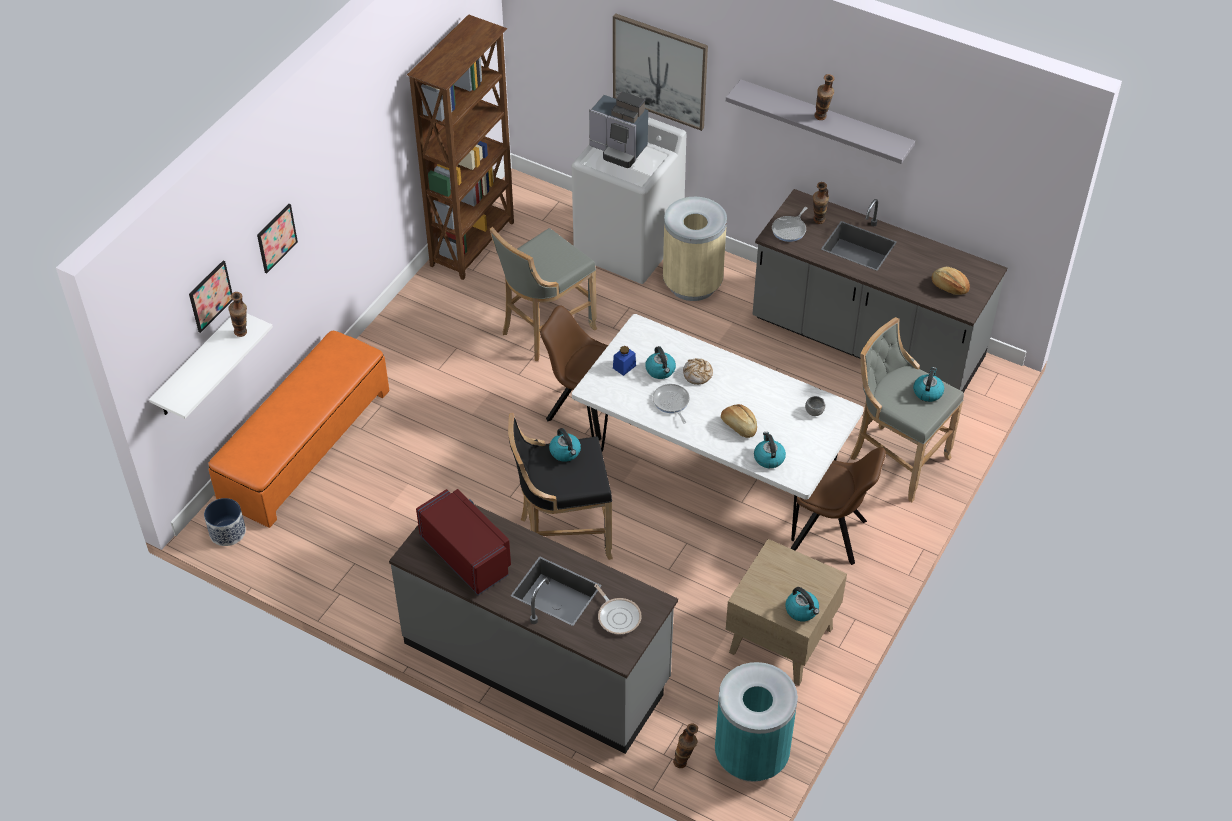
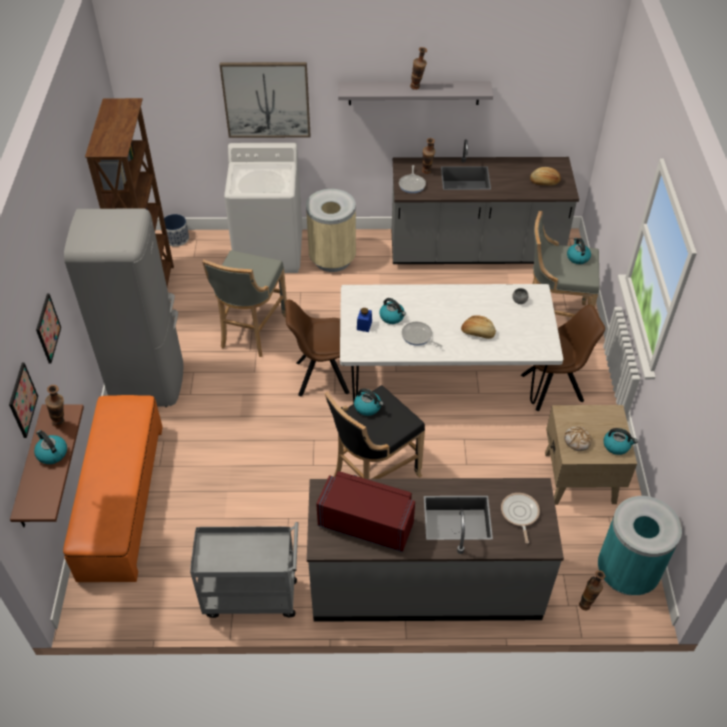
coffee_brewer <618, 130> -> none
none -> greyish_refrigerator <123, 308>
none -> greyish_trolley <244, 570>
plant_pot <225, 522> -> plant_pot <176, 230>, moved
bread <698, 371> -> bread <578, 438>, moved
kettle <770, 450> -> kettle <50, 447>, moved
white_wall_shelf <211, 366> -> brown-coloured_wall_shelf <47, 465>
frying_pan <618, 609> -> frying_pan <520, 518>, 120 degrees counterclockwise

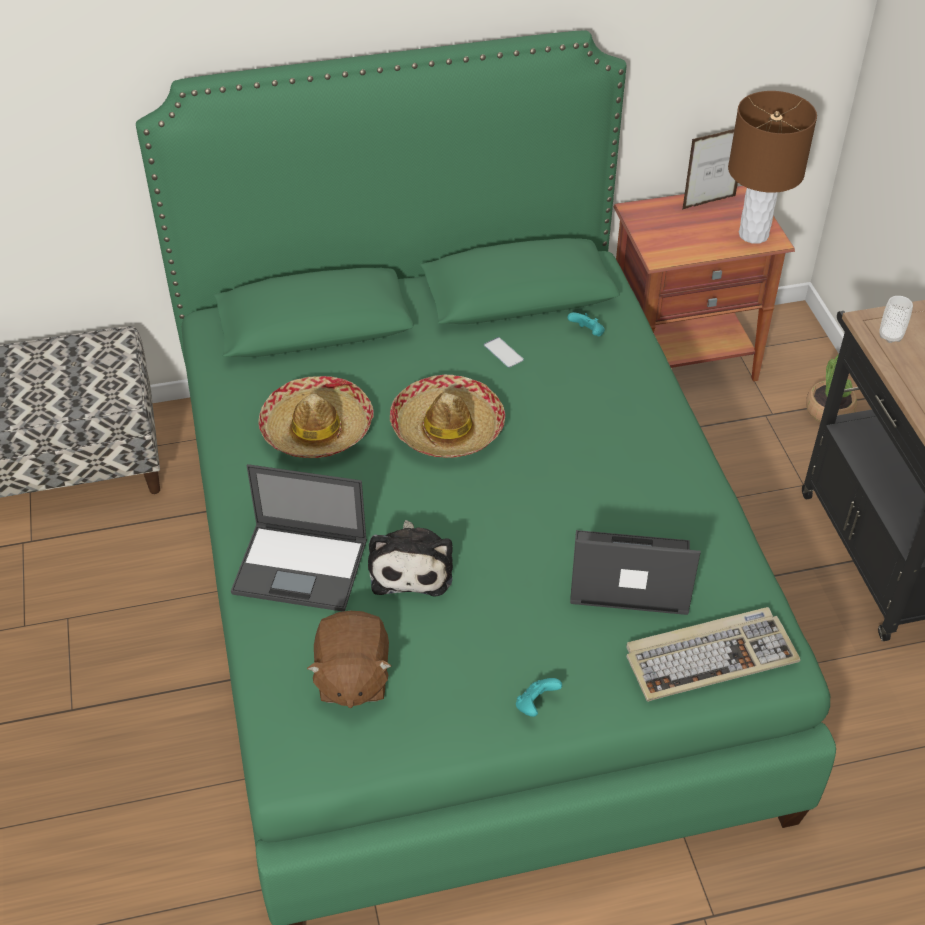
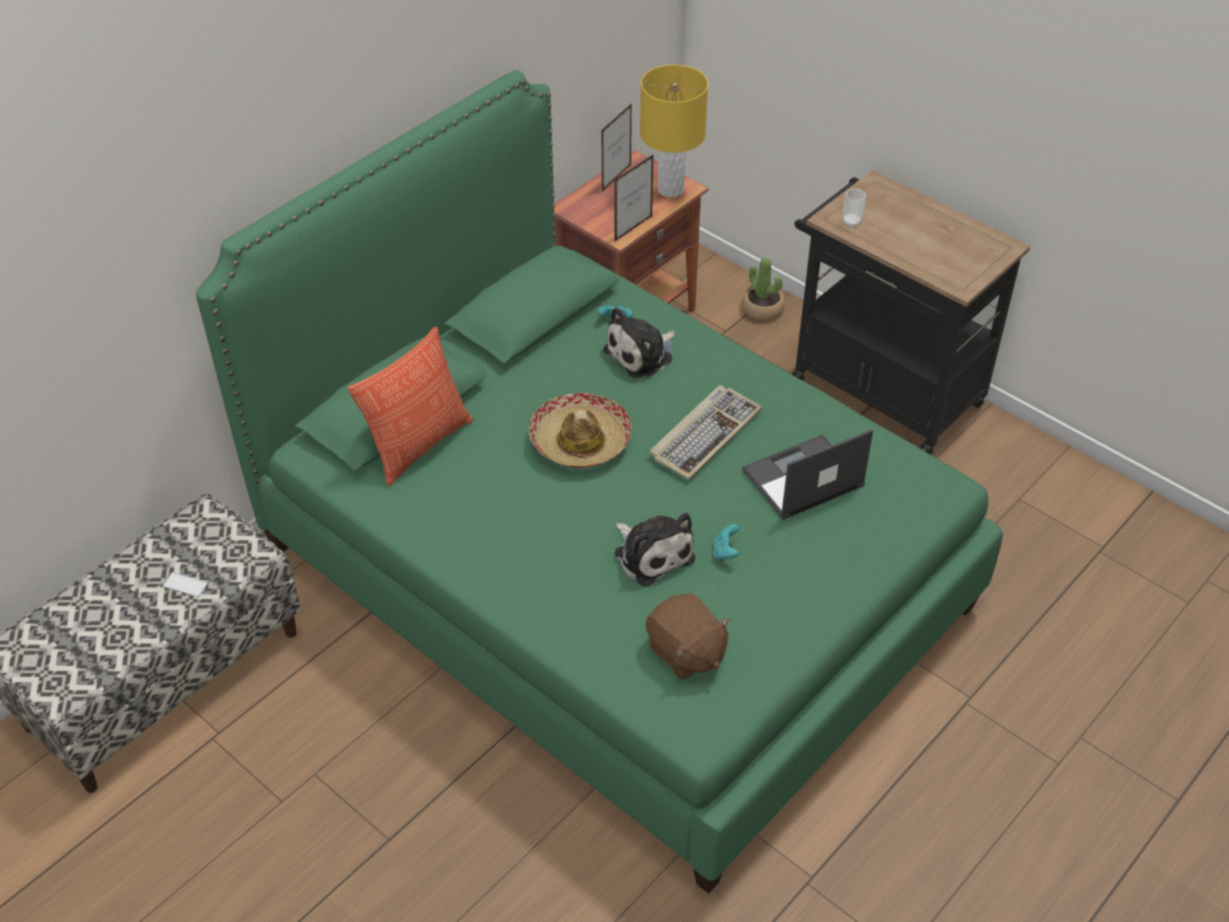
notebook_computer <299, 538> -> none
clothing_hat <316, 417> -> none
none -> orange_pillow <410, 406>
none -> cuddly_toy <639, 342>
none -> picture_frame <634, 198>
telephone <504, 352> -> telephone <185, 584>, moved
turquoise_gamepad <539, 697> -> turquoise_gamepad <726, 542>, moved
keyboard <713, 654> -> keyboard <706, 432>, moved
brown-coloured_lamp_for_a_table <772, 167> -> yellow-coloured_lamp_for_a_table <674, 131>

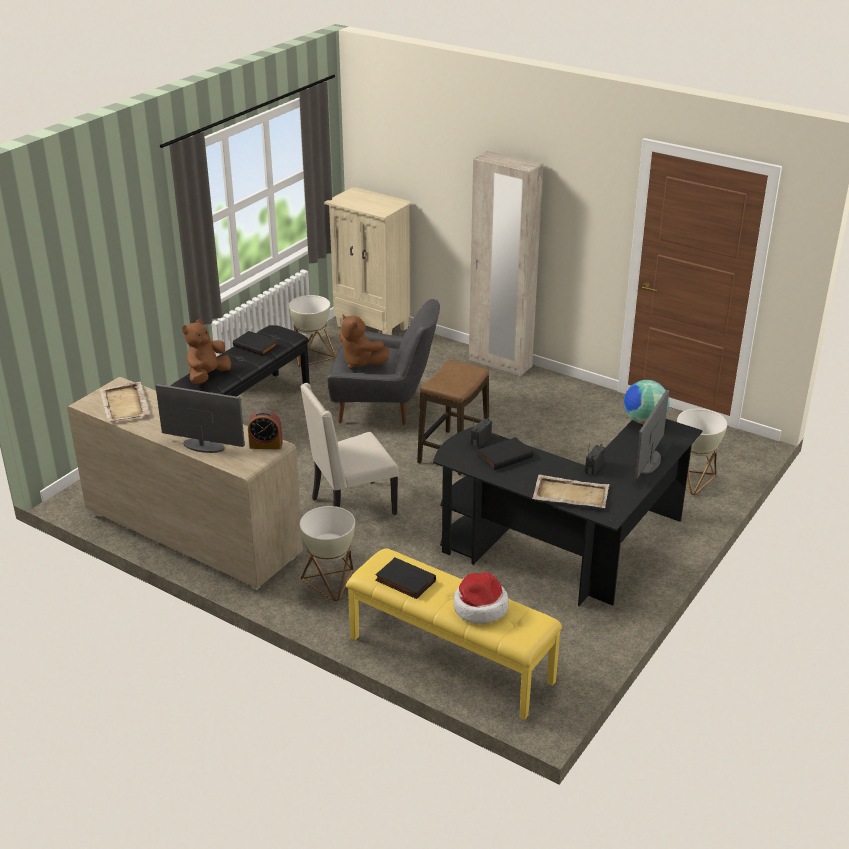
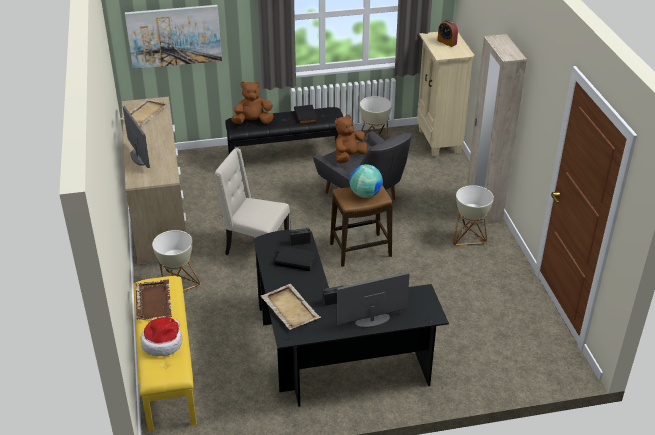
none -> picture <173, 37>
table_clock <265, 429> -> table_clock <447, 33>, moved
globe <646, 402> -> globe <366, 181>, moved
plant_pot <702, 452> -> plant_pot <473, 215>, moved
black-coloured_bound_book <405, 578> -> brown-coloured_serving_tray <154, 299>
brown-coloured_cuddly_toy <364, 342> -> brown-coloured_cuddly_toy <351, 139>, 45 degrees clockwise

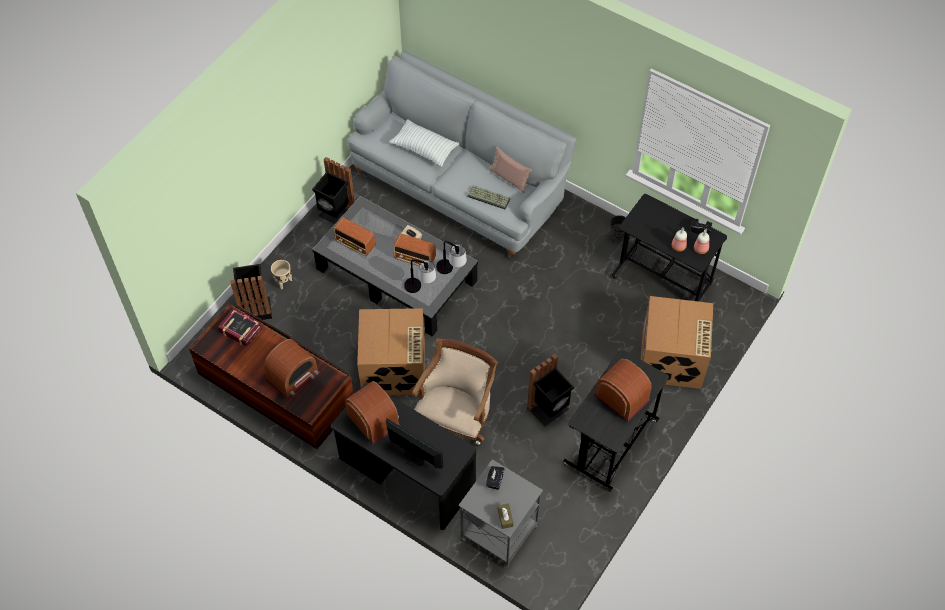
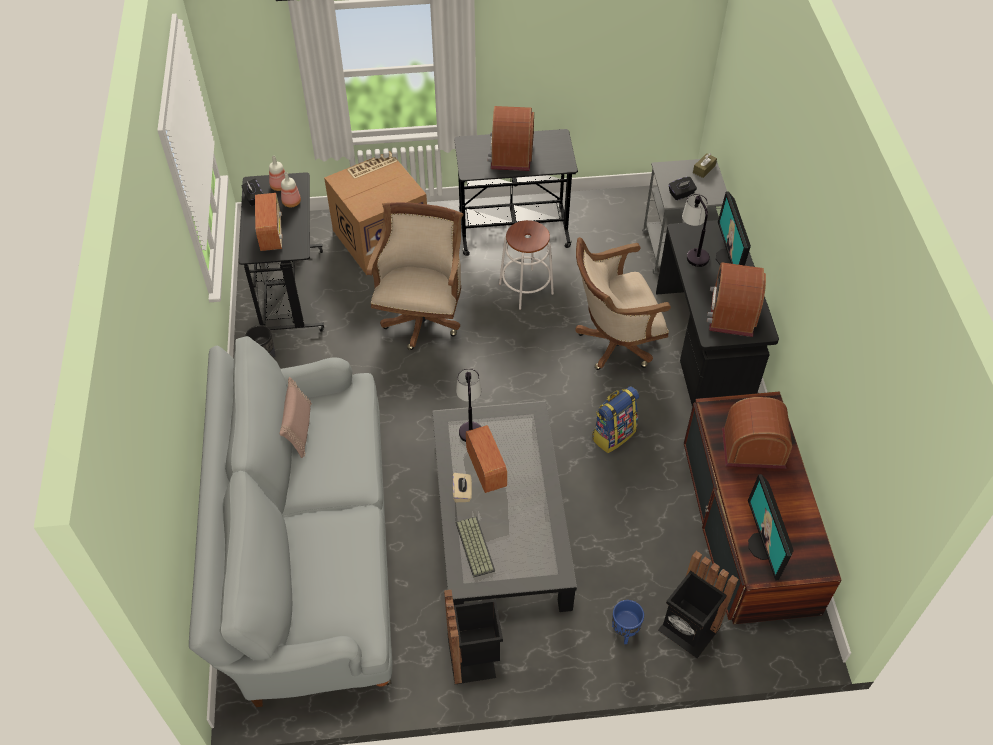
pillow <424, 143> -> none
none -> office_chair <415, 276>
radio <354, 236> -> radio <269, 222>, moved
lamp_for_a_table <420, 276> -> lamp_for_a_table <696, 230>, moved
keyboard <489, 197> -> keyboard <475, 547>, moved
bound_book <240, 327> -> monitor <771, 527>
packing_box <391, 351> -> backpack <615, 419>
black-coloured_waste_bin <550, 390> -> white_sitting_stool <526, 265>
sand-coloured_plant_pot <281, 275> -> bluish_plant_pot <628, 622>

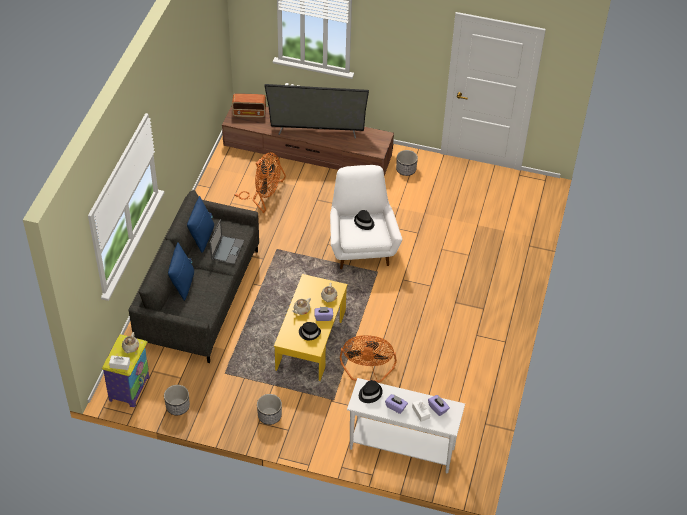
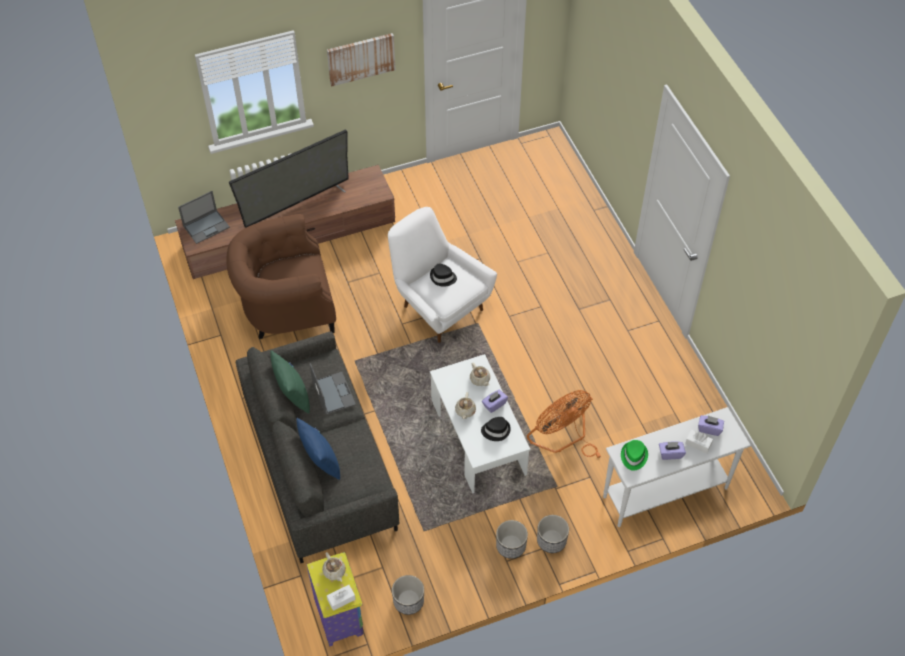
none -> picture <361, 60>
plant_pot <407, 163> -> plant_pot <553, 534>, moved
radio <249, 105> -> notebook_computer <204, 217>
orange_cooling_fan <260, 182> -> brown-coloured_armchair <281, 276>
bluish_pillow <200, 224> -> green_pillow <290, 382>
yellow-coloured_coffee_table <310, 327> -> white_coffee_table <480, 423>
black-coloured_clothing_hat <371, 391> -> green_clothing_hat <634, 455>

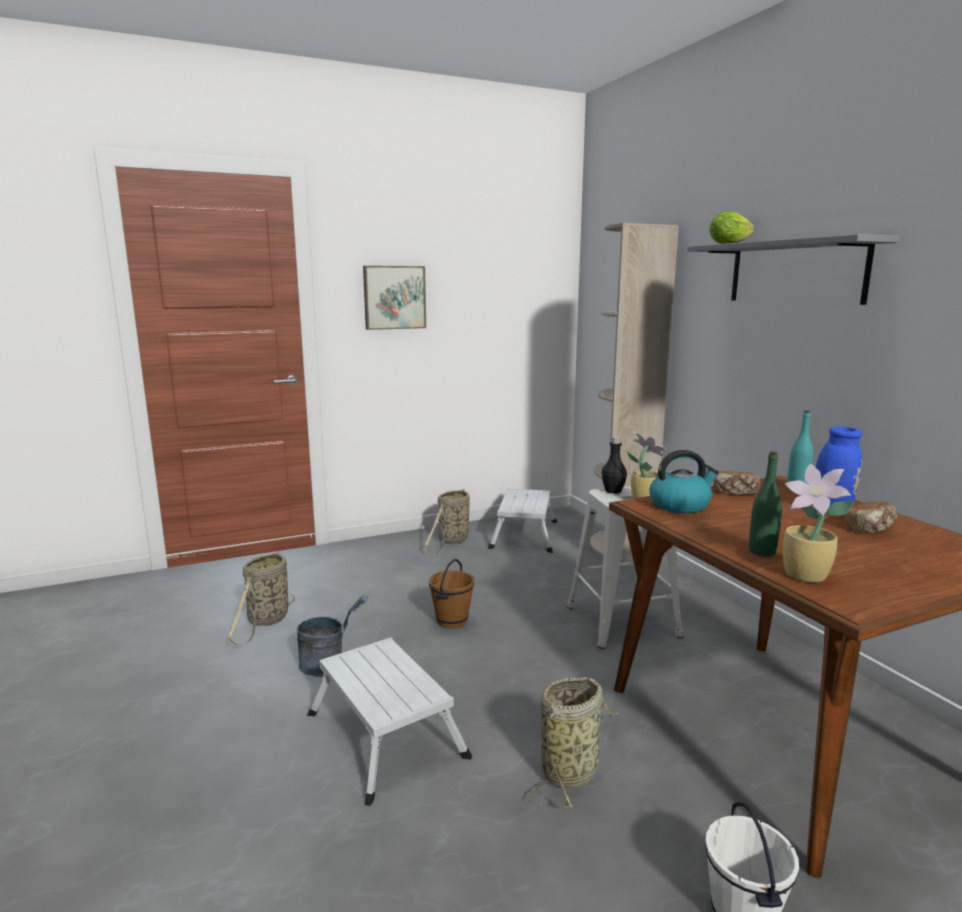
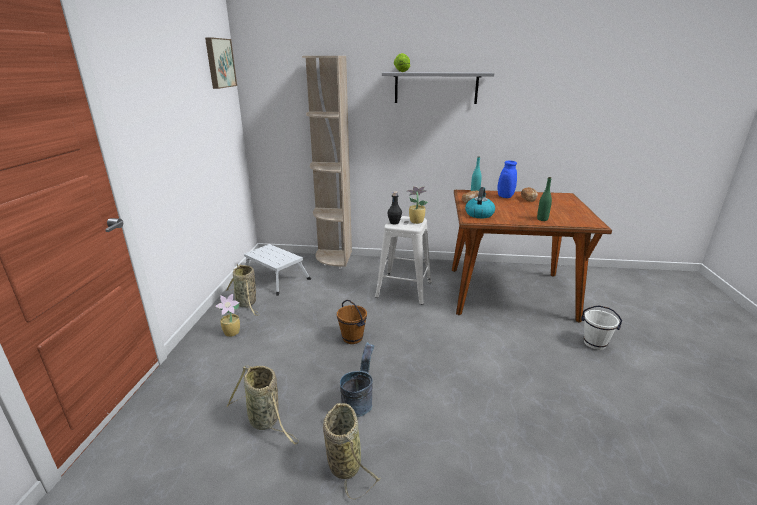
white_step_ladder <389, 722> -> none
picture <394, 298> -> picture <221, 63>, moved
storage_basket <573, 742> -> storage_basket <351, 451>, moved
plant_in_a_pot <818, 523> -> plant_in_a_pot <227, 315>, moved

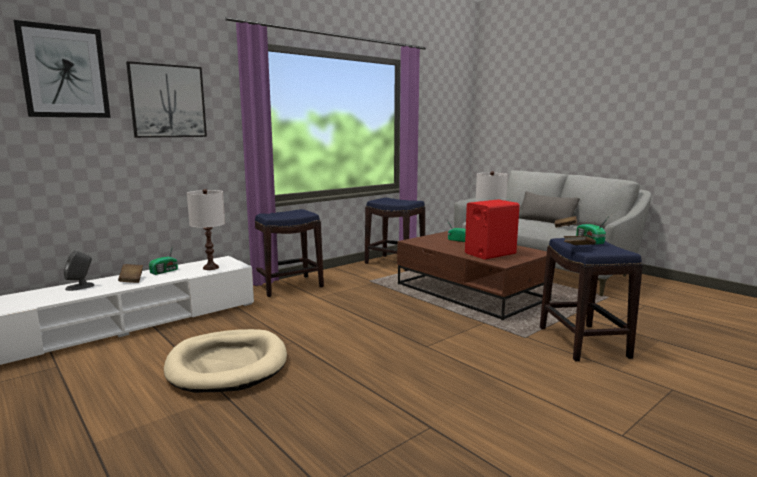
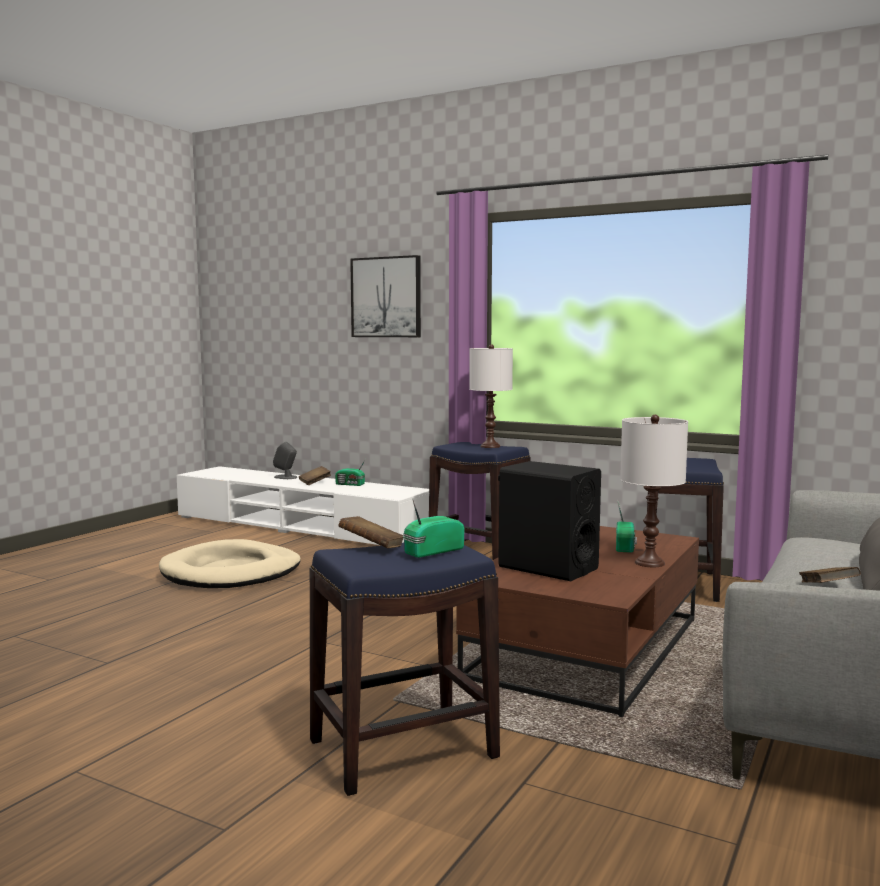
picture <62, 69> -> none
white_lamp_for_a_table <206, 229> -> white_lamp_for_a_table <491, 396>, moved
reddish_loudspeaker <492, 229> -> black-coloured_loudspeaker <549, 521>

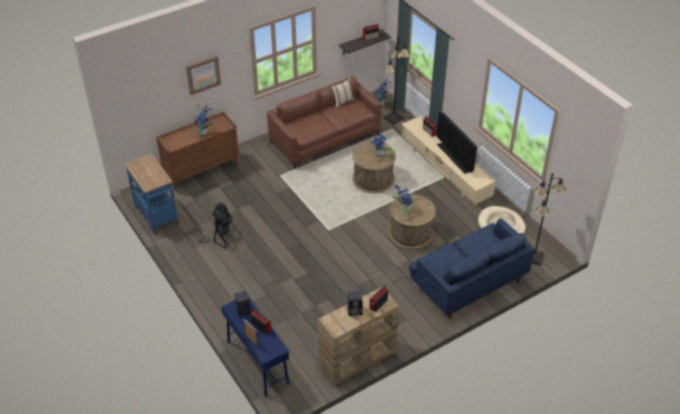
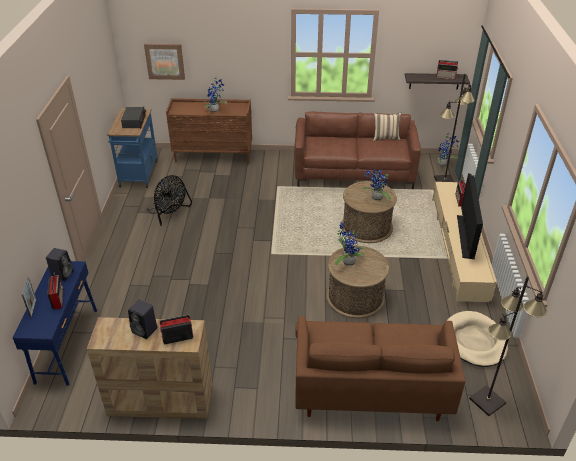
none -> radio <133, 117>
picture <203, 75> -> picture <164, 62>, moved
bluish_couch <472, 268> -> brown-coloured_couch <380, 368>

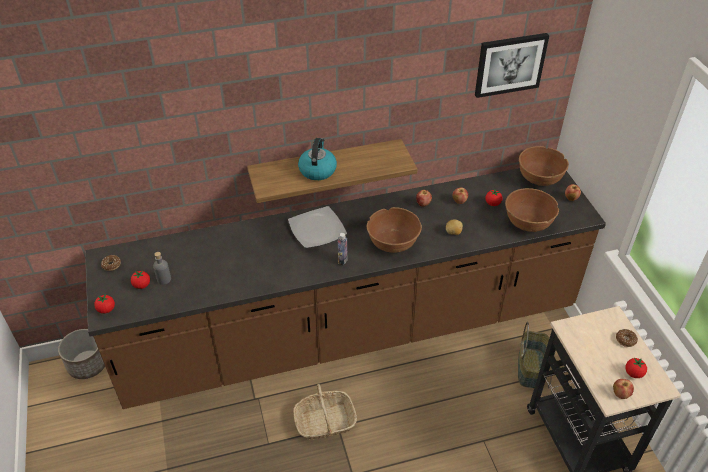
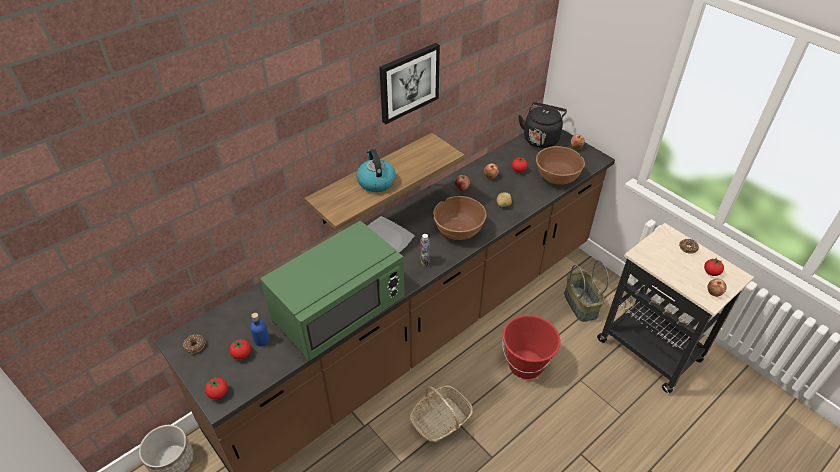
none -> green_kitchen_microwave <332, 290>
none -> reddish_bucket <531, 347>
picture <512, 65> -> picture <409, 83>, moved
brown-coloured_serving_bowl <544, 166> -> black-coloured_kettle <542, 125>
greyish_drink_bottle <162, 268> -> bluish_drink_bottle <259, 329>

